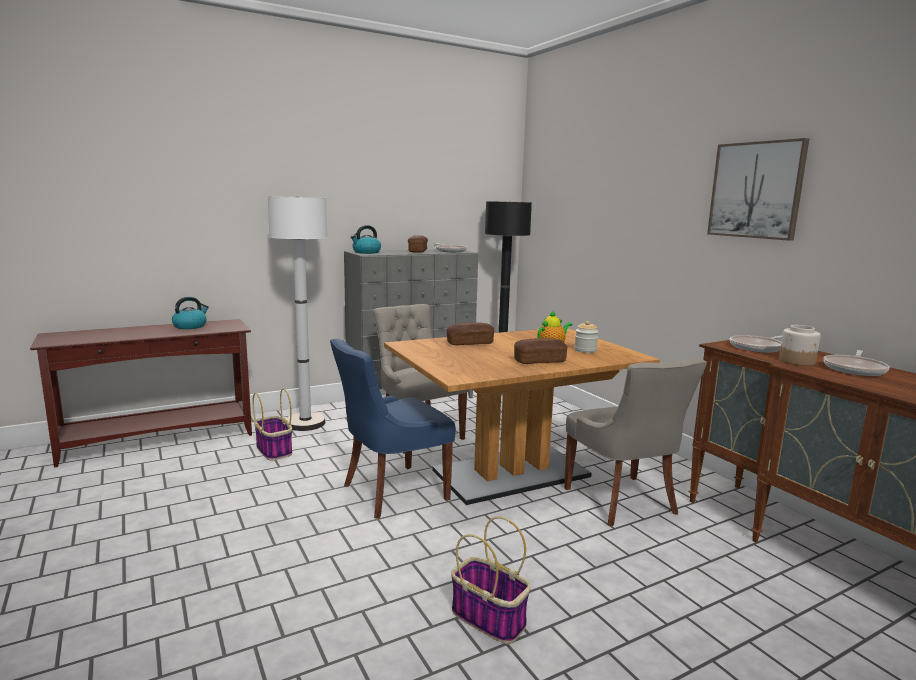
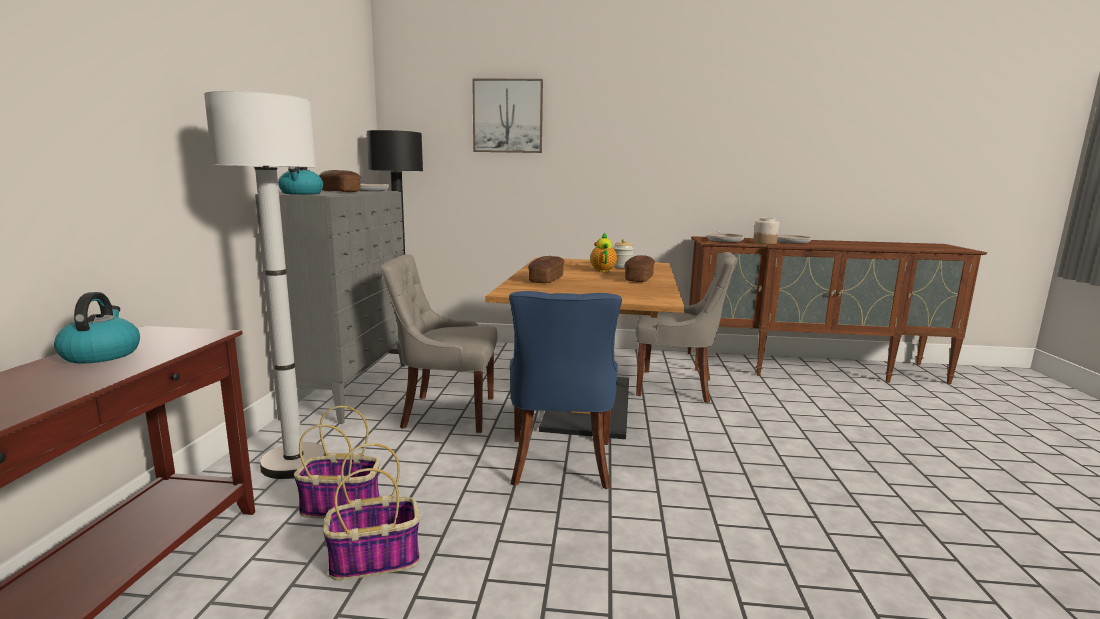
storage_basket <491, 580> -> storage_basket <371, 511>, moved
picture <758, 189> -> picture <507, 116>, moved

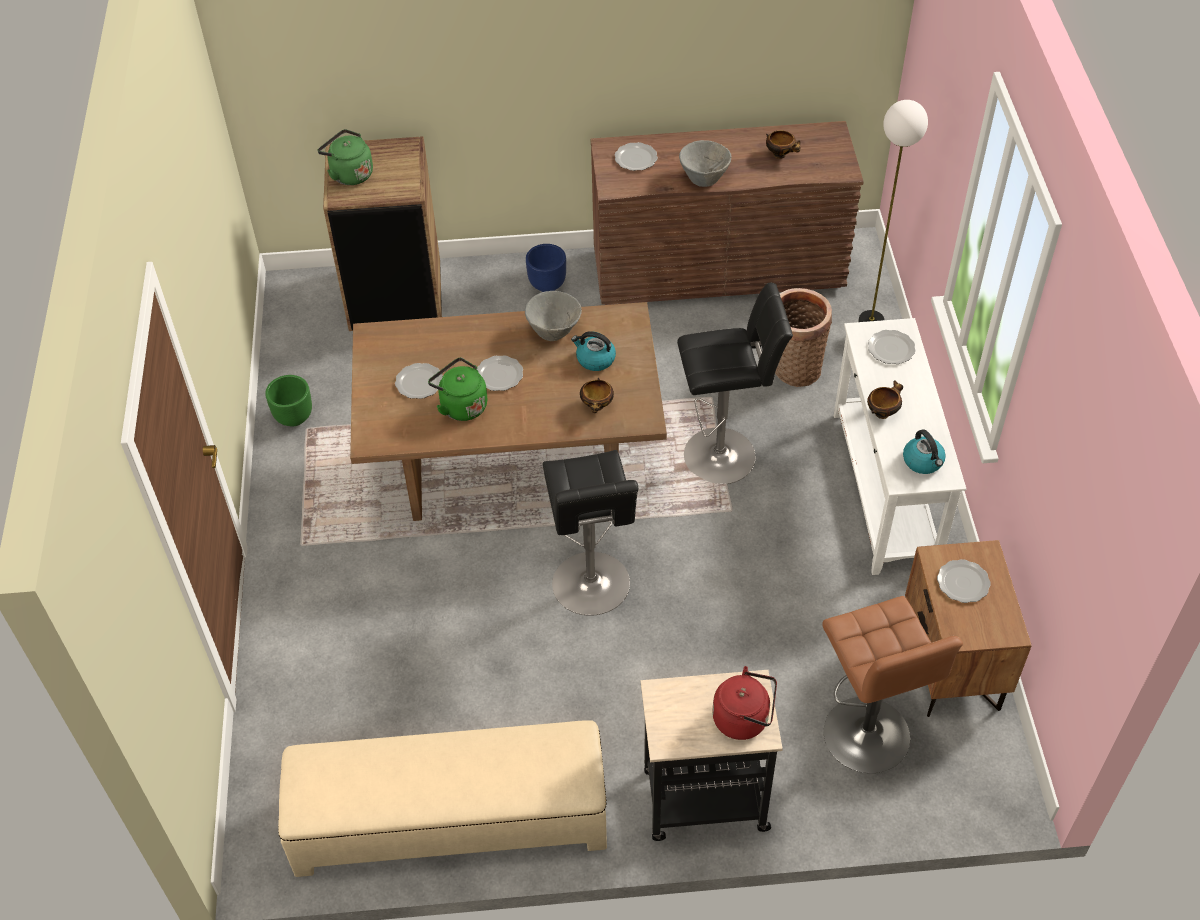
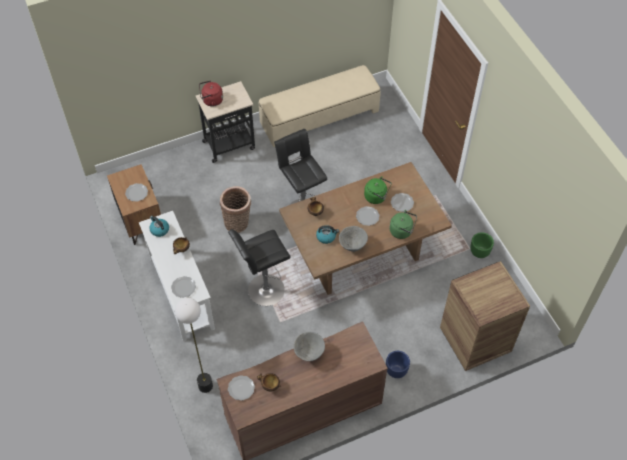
brown-coloured_sitting_stool <892, 684> -> none
green_kettle <345, 157> -> green_kettle <403, 224>, moved
flat_dish <636, 156> -> flat_dish <241, 388>, moved
storage_basket <803, 337> -> storage_basket <235, 209>, moved

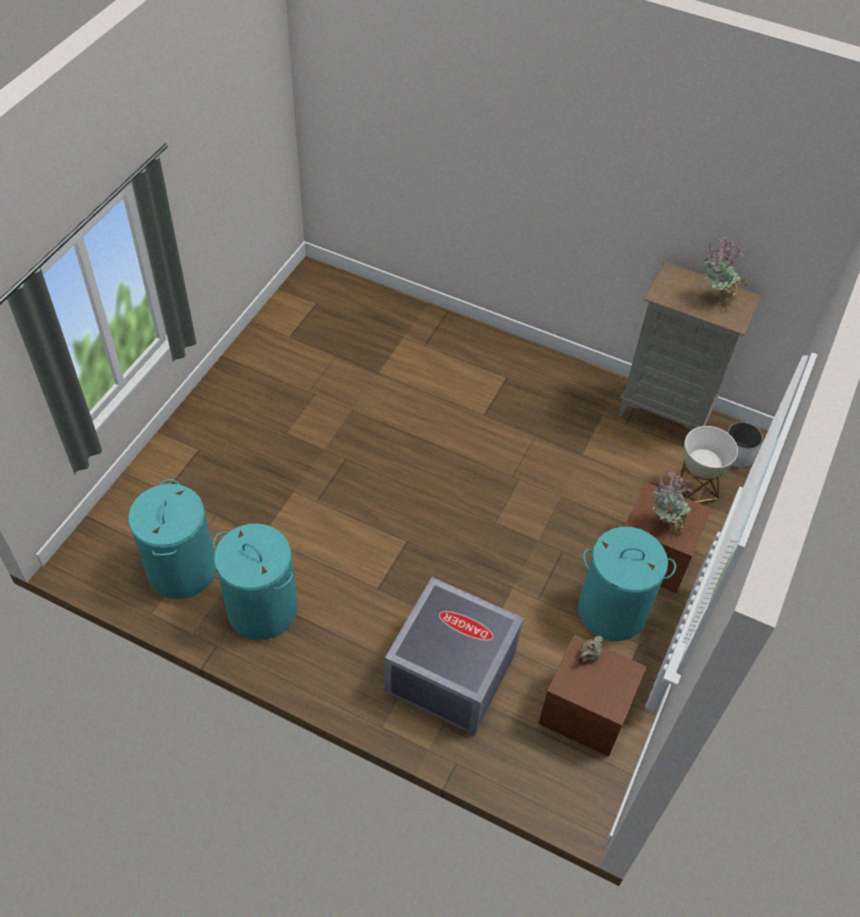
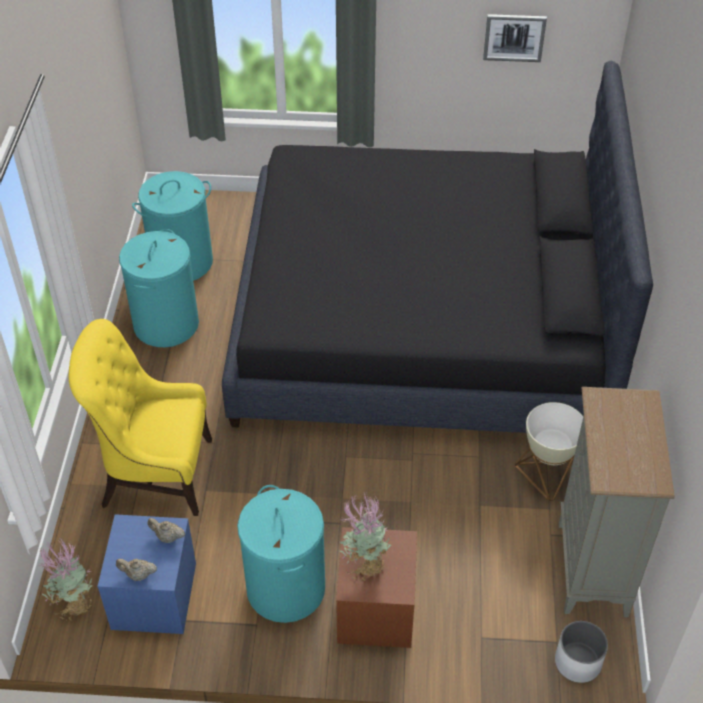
none -> sand-coloured_teapot <136, 570>
none -> black-coloured_bedroom_bed <437, 247>
none -> picture <515, 38>
plant_pot <708, 464> -> plant_pot <549, 451>, moved
plant_in_a_pot <725, 273> -> plant_in_a_pot <65, 579>, moved
greyish_storage_box <454, 656> -> yellow-coloured_upright_chair <140, 417>
brown-coloured_bedside_table <592, 695> -> bluish_bedside_table <146, 574>

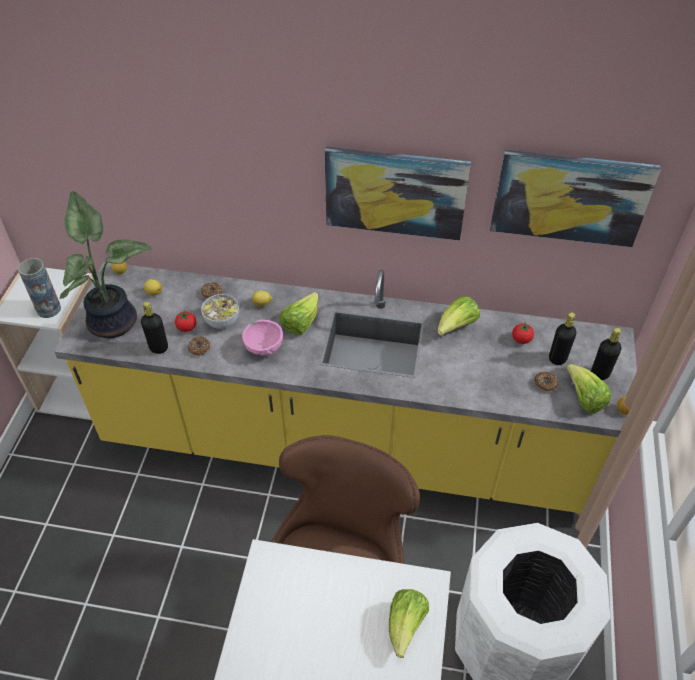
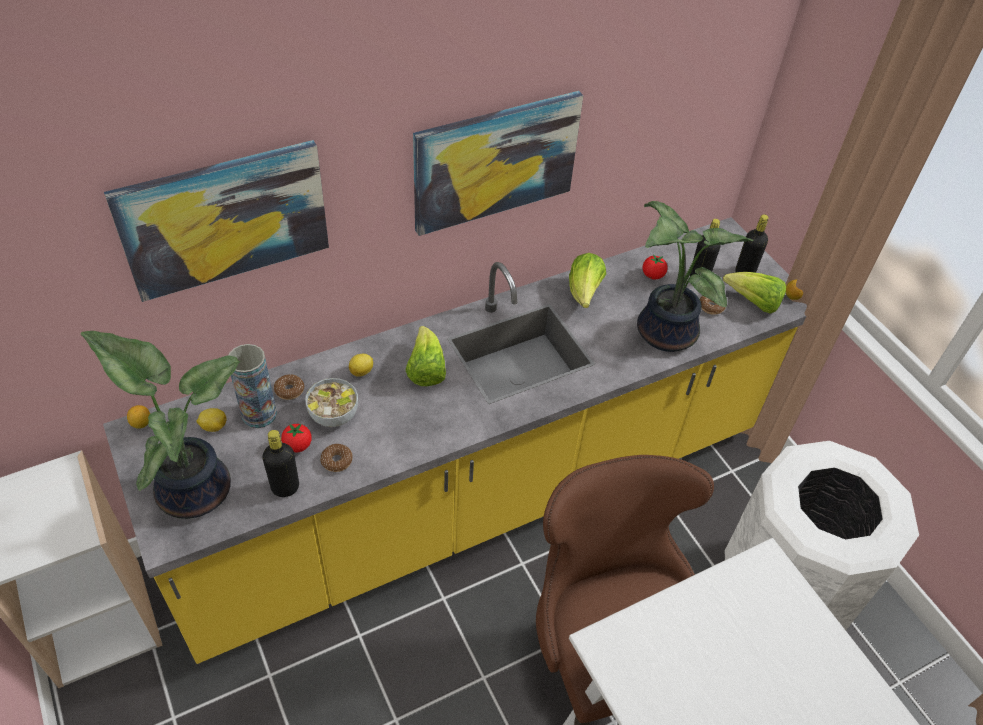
pink-coloured_serving_bowl <262, 338> -> none
lettuce <409, 623> -> none
none -> plant_in_a_pot <695, 276>
decorative_vase <39, 288> -> decorative_vase <252, 386>, moved
picture <575, 198> -> picture <216, 221>, moved

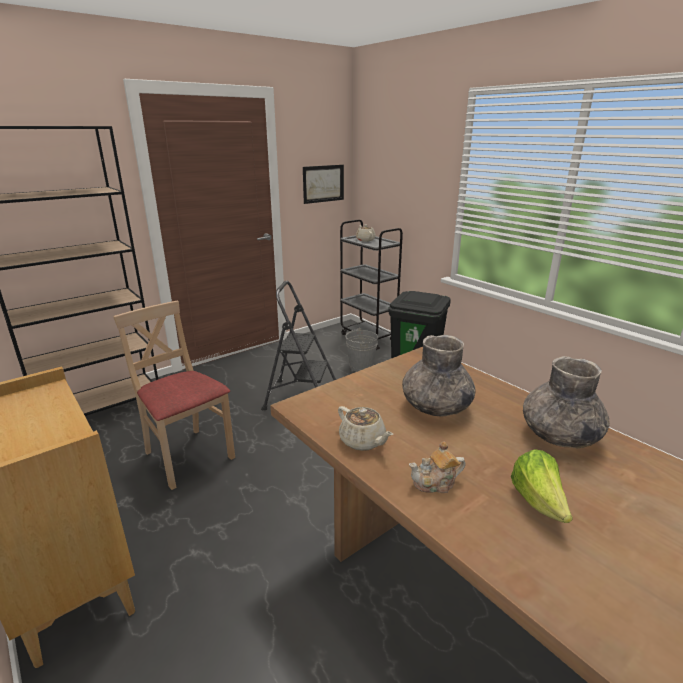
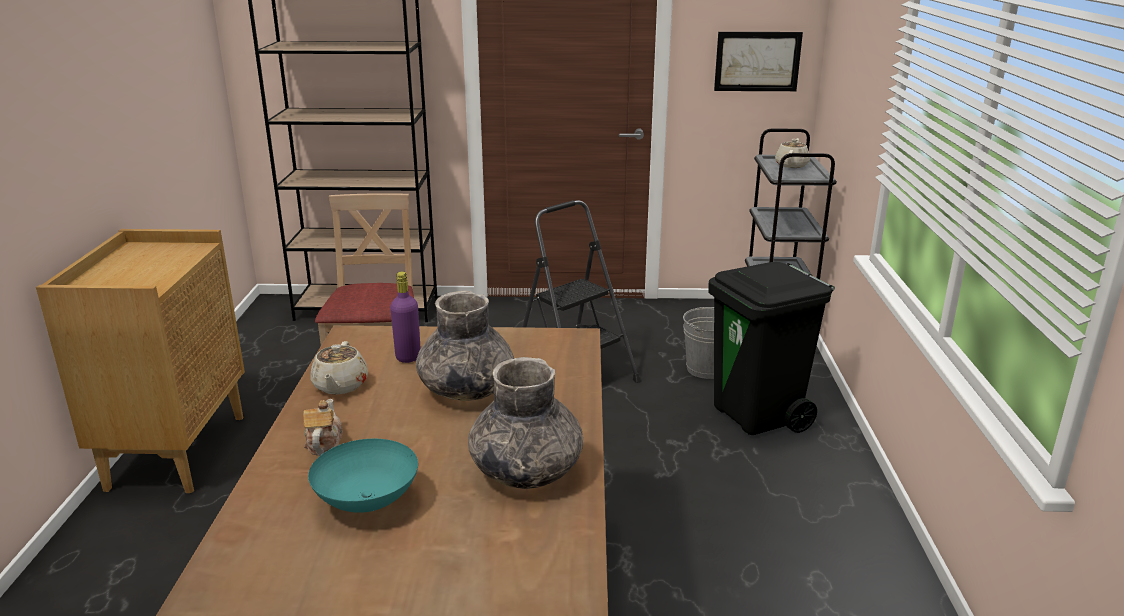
none -> purple-coloured_drink_bottle <405, 317>
lettuce <542, 486> -> turquoise_serving_bowl <363, 476>
teapot <437, 467> -> teapot <323, 427>, 60 degrees clockwise

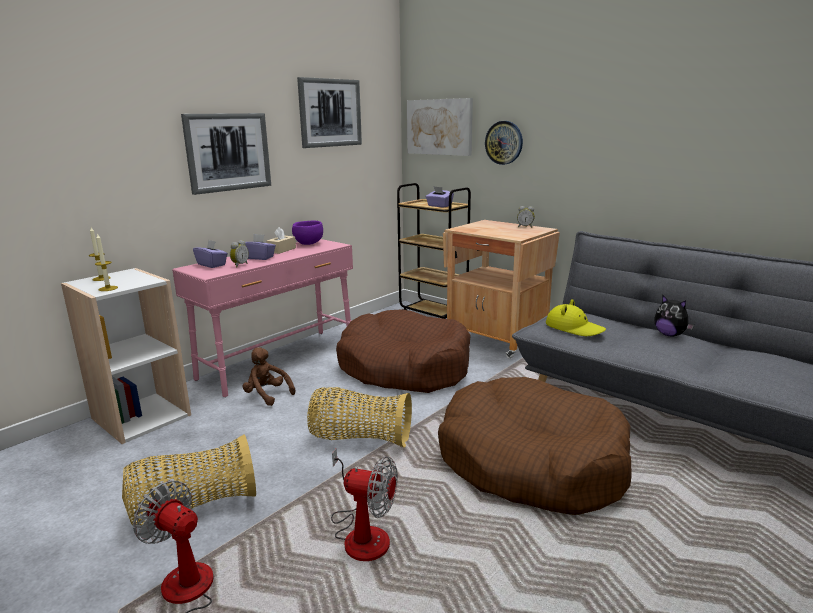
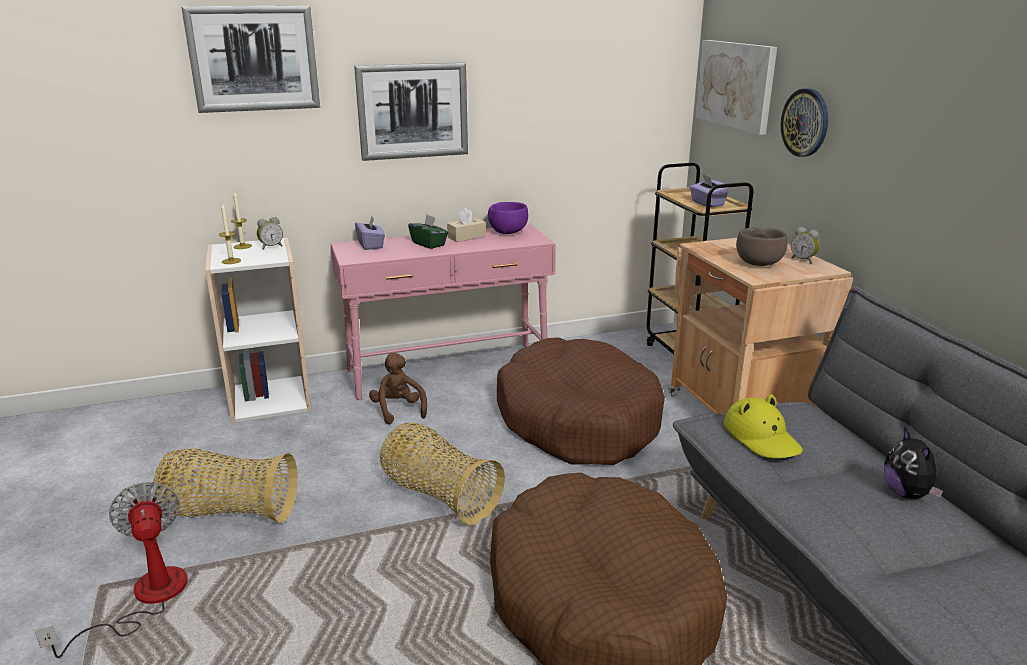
cooling_fan <364, 504> -> none
none -> brown-coloured_serving_bowl <762, 246>
table_clock <239, 254> -> table_clock <270, 233>, moved
picture <329, 112> -> picture <250, 59>, moved
purple-coloured_tissue_box <260, 247> -> green_tissue_box <428, 232>

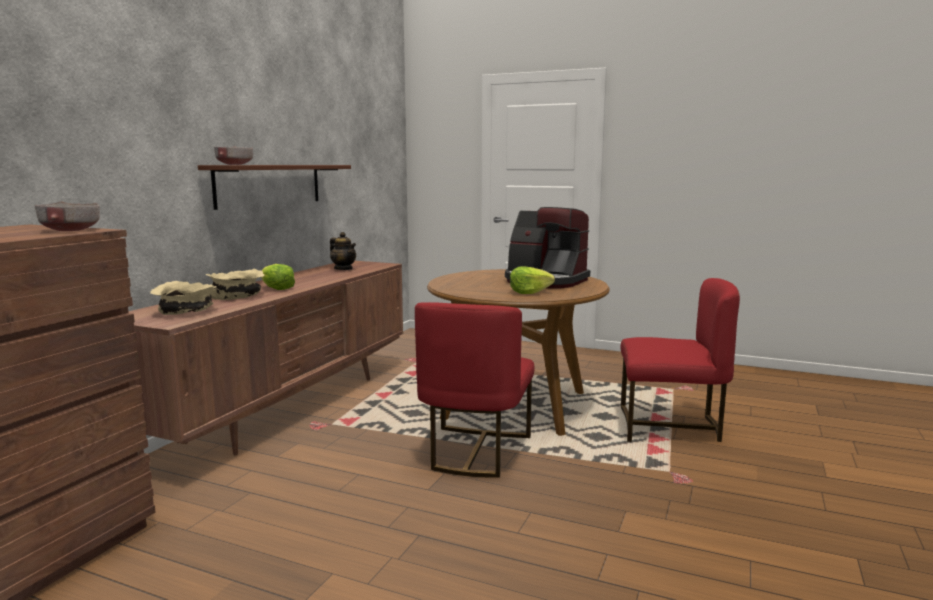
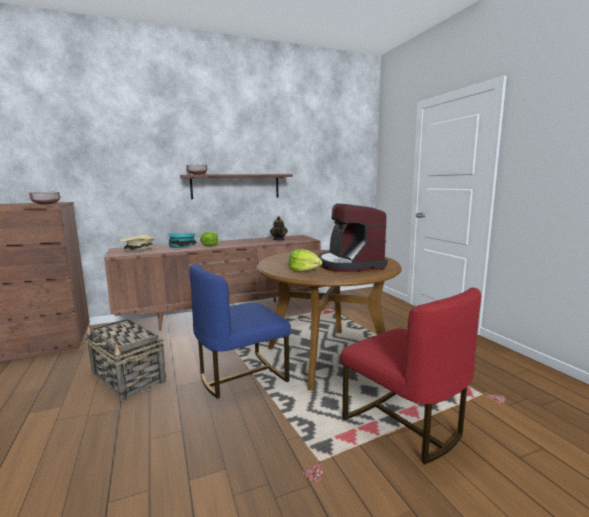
none -> storage_basket <125, 359>
sand-coloured_serving_bowl <235, 284> -> turquoise_serving_bowl <182, 240>
reddish_upright_chair <475, 390> -> bluish_upright_chair <240, 331>

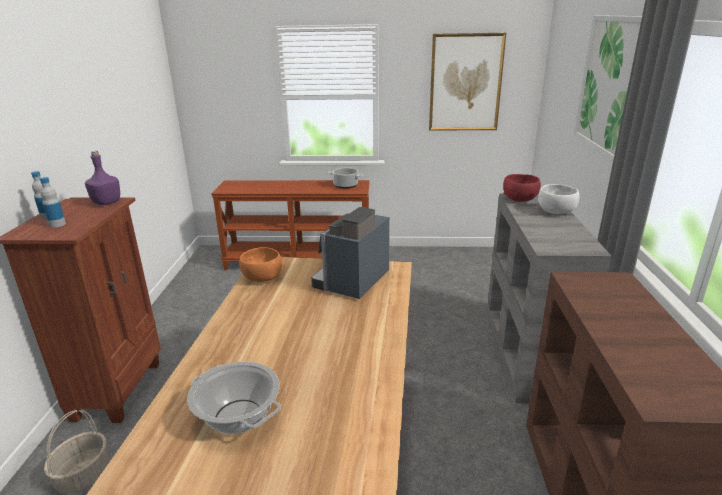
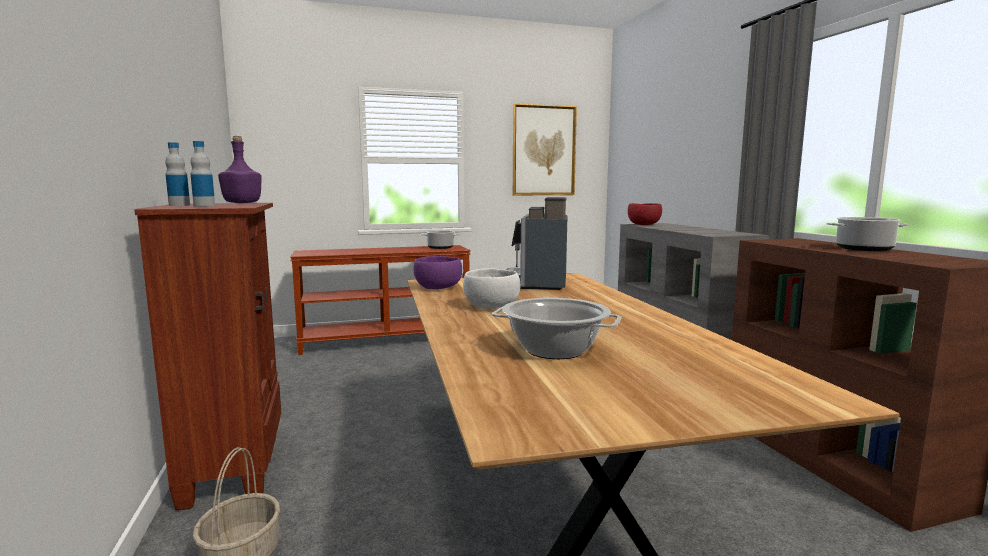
picture <608, 88> -> none
none -> cooking_pot <868, 234>
white_serving_bowl <559, 199> -> white_serving_bowl <491, 289>, moved
orange_serving_bowl <260, 264> -> purple-coloured_serving_bowl <437, 272>

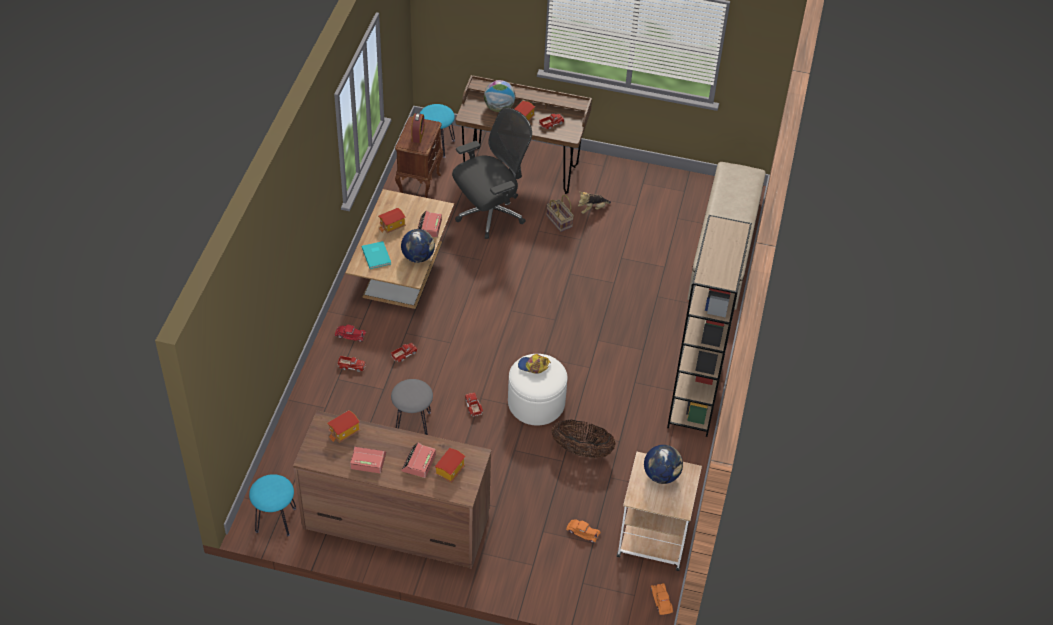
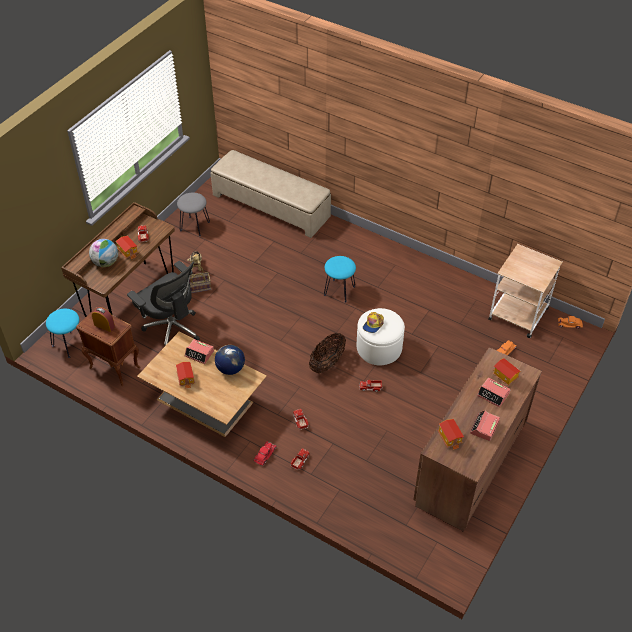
turquoise_bound_book <376, 255> -> none
globe <663, 464> -> none
sand-coloured_bookshelf <709, 326> -> none
turquoise_sitting_stool <272, 505> -> turquoise_sitting_stool <340, 279>, moved
greyish_sitting_stool <412, 407> -> greyish_sitting_stool <193, 215>, moved
storage_basket <583, 439> -> storage_basket <327, 353>, moved
office_chair <492, 173> -> office_chair <163, 304>, 150 degrees clockwise

